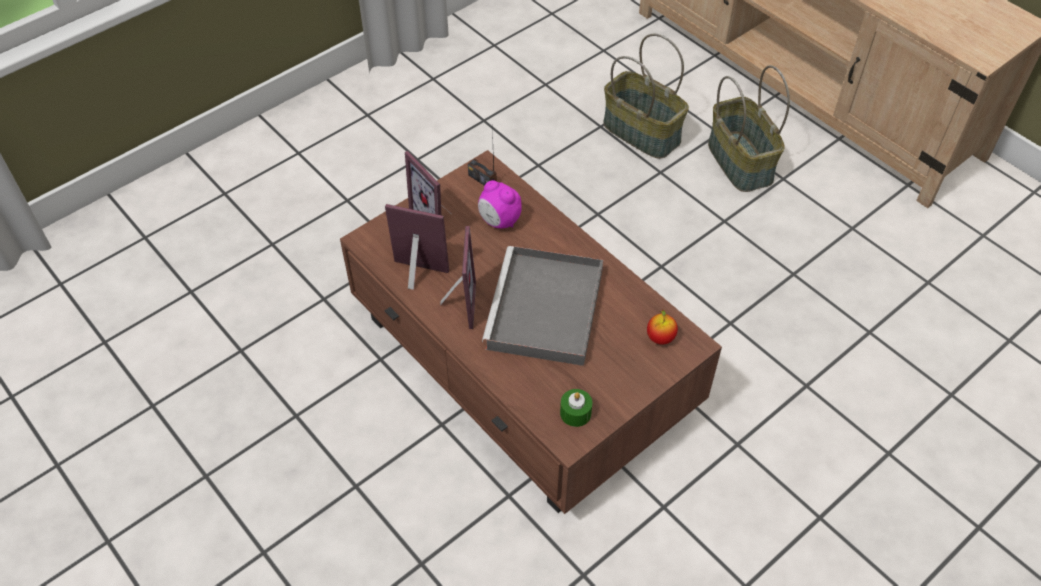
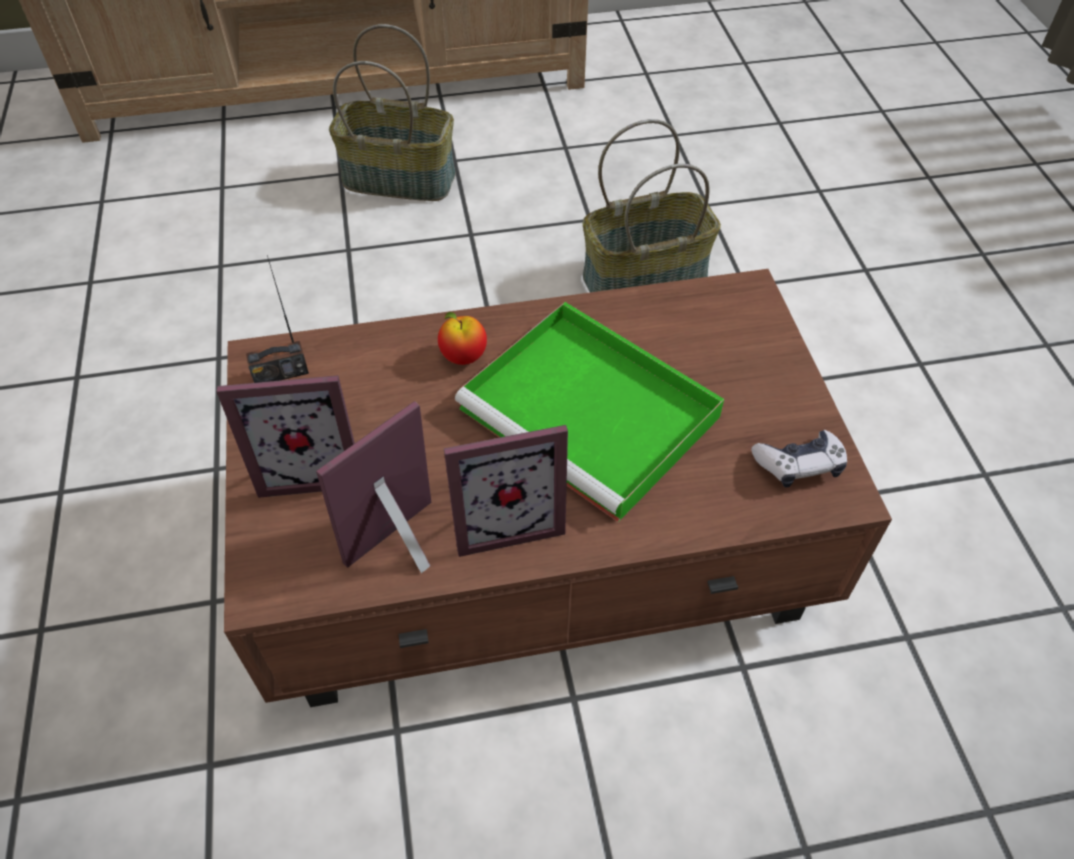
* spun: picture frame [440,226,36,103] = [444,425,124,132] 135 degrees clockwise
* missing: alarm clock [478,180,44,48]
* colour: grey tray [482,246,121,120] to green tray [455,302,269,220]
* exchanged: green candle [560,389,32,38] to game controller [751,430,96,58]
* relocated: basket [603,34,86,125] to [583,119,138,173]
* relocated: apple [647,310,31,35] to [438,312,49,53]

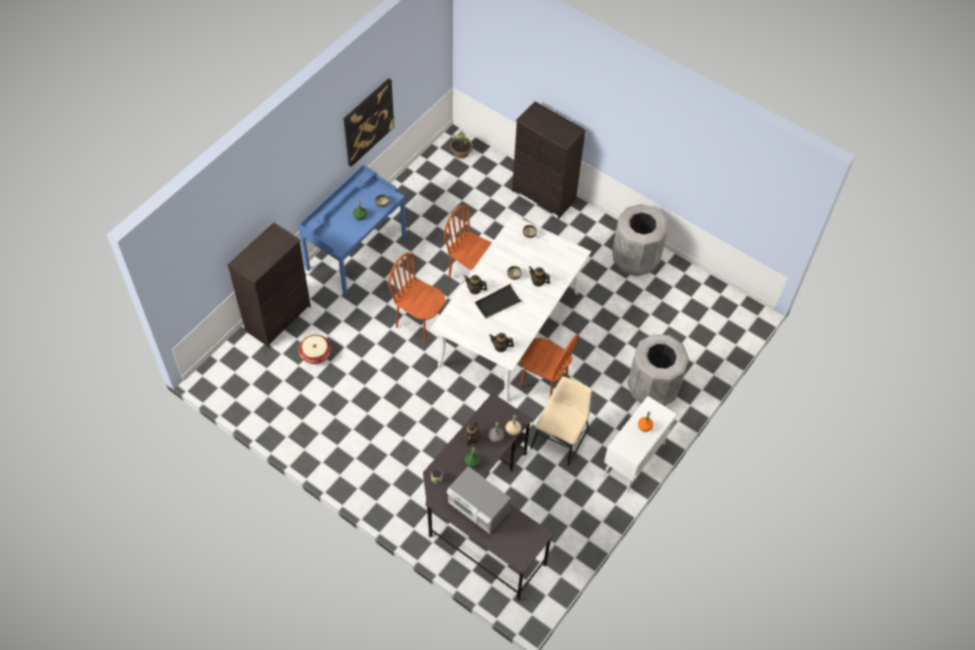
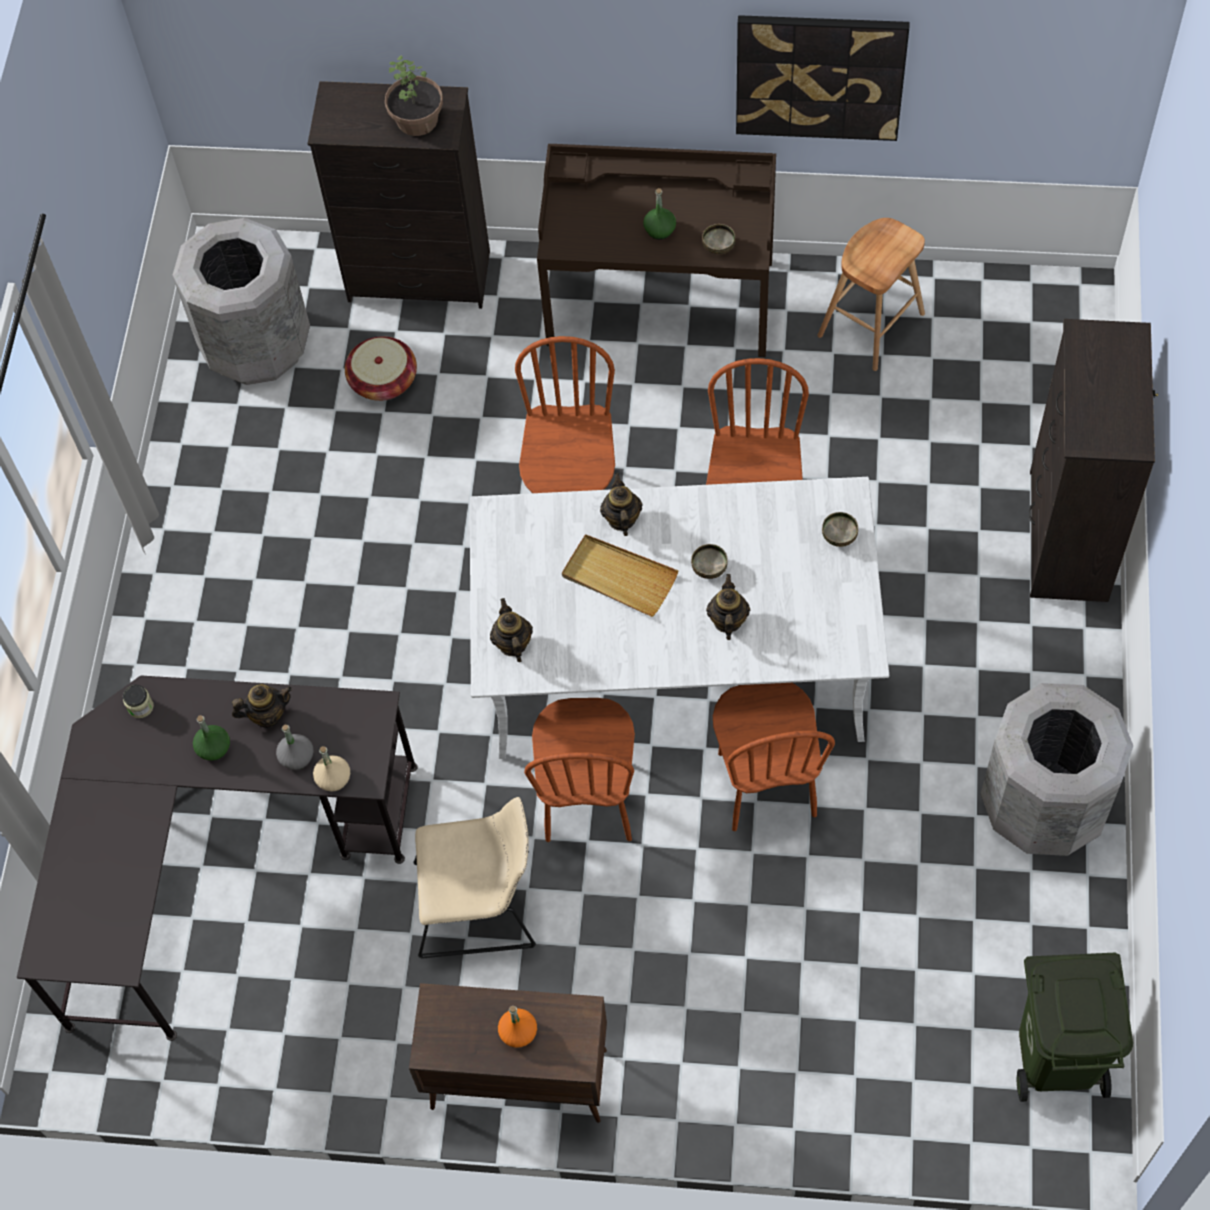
* colour: blue desk [298,164,108,132] to brown desk [537,144,239,213]
* missing: microwave [446,466,65,68]
* relocated: potted plant [450,130,22,29] to [385,55,58,81]
* colour: black tray [475,284,47,35] to beige tray [562,534,116,83]
* colour: white cabinet [603,396,74,97] to brown cabinet [409,983,198,140]
* relocated: grey trash can [627,334,62,72] to [173,218,137,167]
* appeared: brown chair [713,683,122,148]
* appeared: brown stool [817,218,108,153]
* appeared: green trash can [1017,952,116,150]

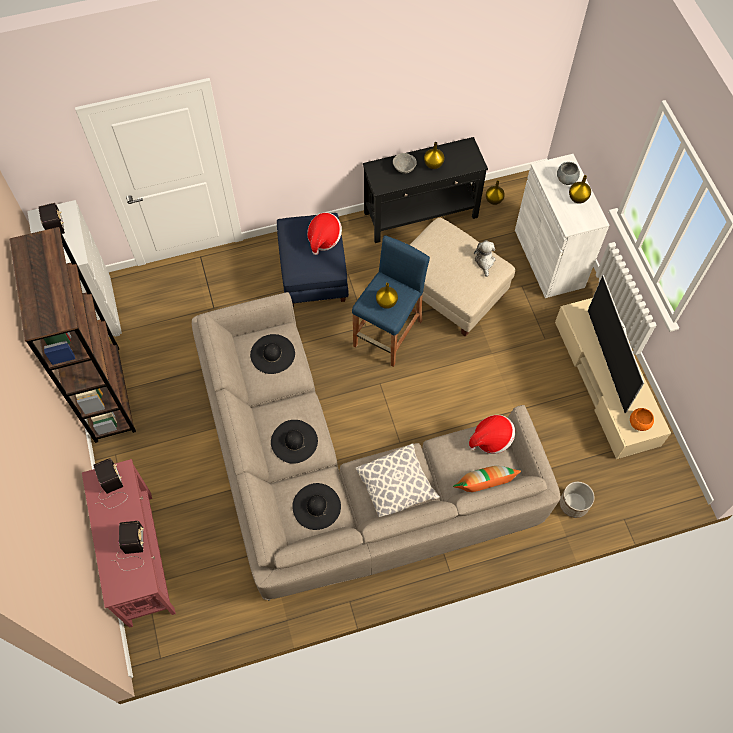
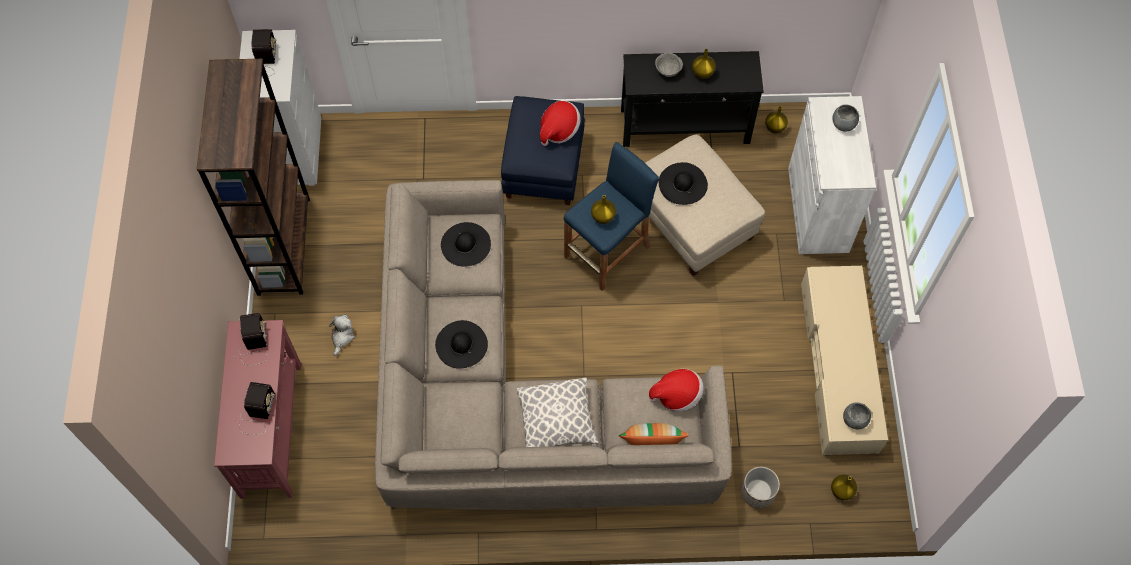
* relocated: black hat [292,483,49,47] to [659,162,49,43]
* relocated: plush toy [474,240,22,37] to [329,314,26,42]
* relocated: yellow vase [569,175,22,29] to [831,475,26,25]
* missing: television [588,275,56,138]
* colour: orange bowl [630,408,24,23] to grey bowl [843,402,28,27]

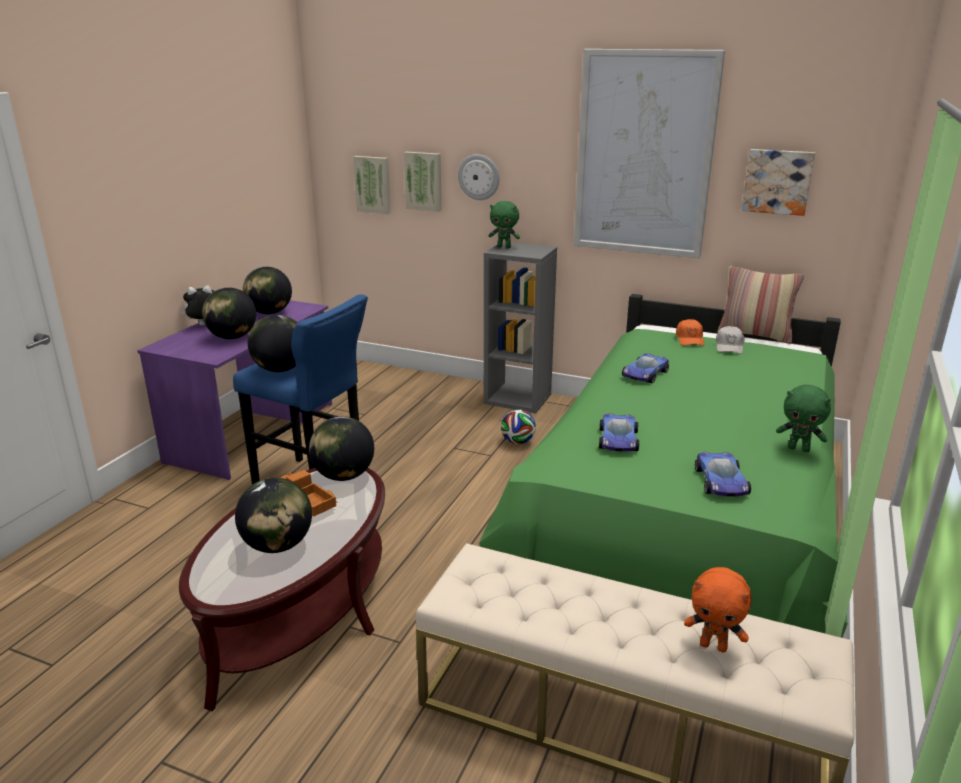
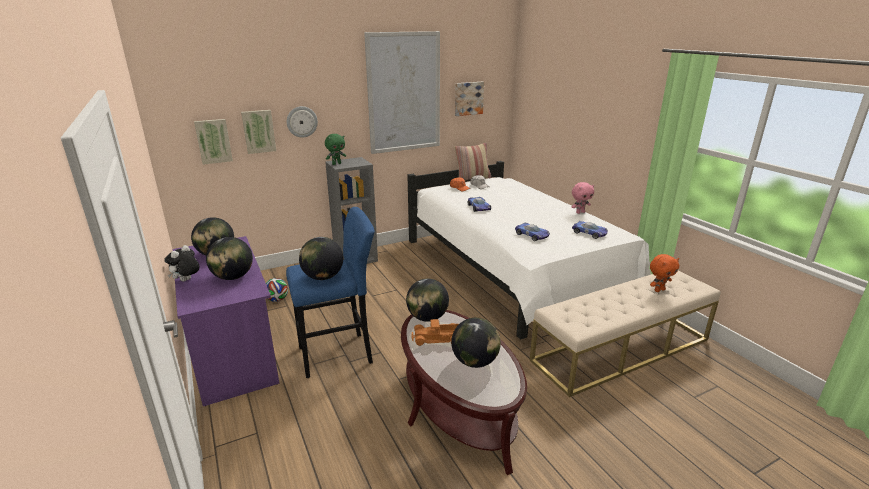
* colour: green bed [479,294,369,344] to white bed [407,161,244,179]
* relocated: football [501,410,35,34] to [266,278,22,24]
* colour: green plush toy [776,385,55,67] to pink plush toy [572,182,22,32]

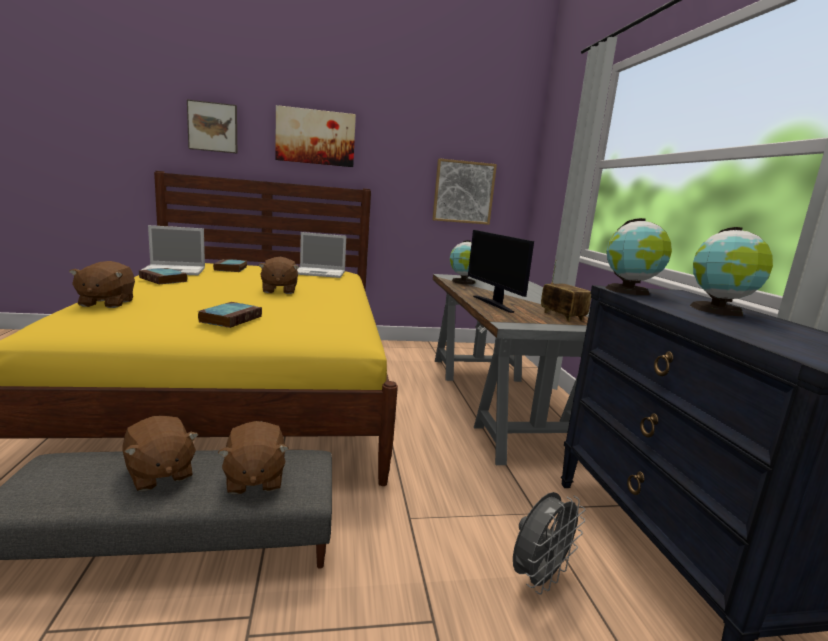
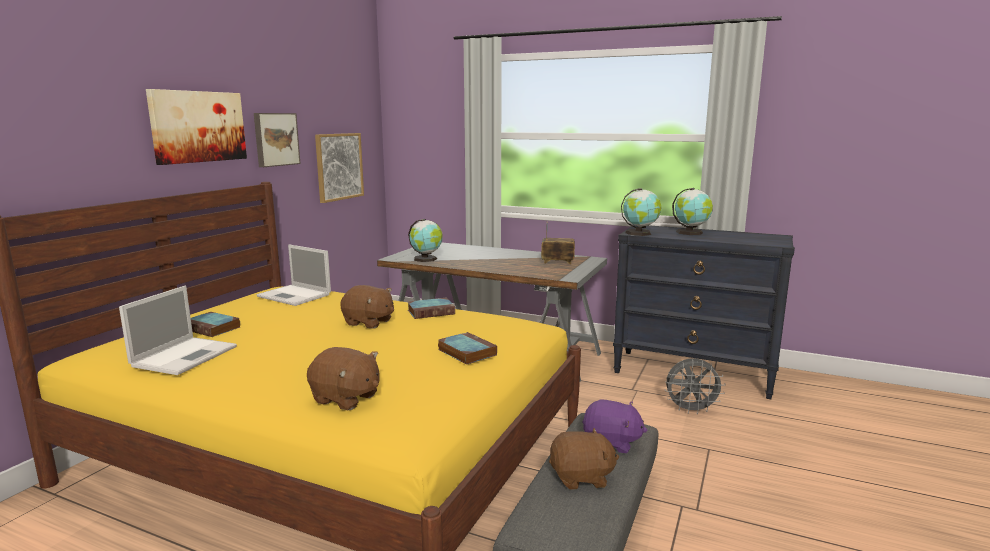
* relocated: book [139,268,48,16] to [408,298,47,21]
* relocated: picture [187,99,50,55] to [254,113,47,54]
* colour: brown plush toy [218,421,71,74] to purple plush toy [582,399,65,54]
* spun: laptop [297,232,49,46] = [257,244,74,62] 90 degrees clockwise
* missing: monitor [468,230,66,83]
* spun: grey fan [513,492,73,103] = [664,358,62,56] 105 degrees clockwise

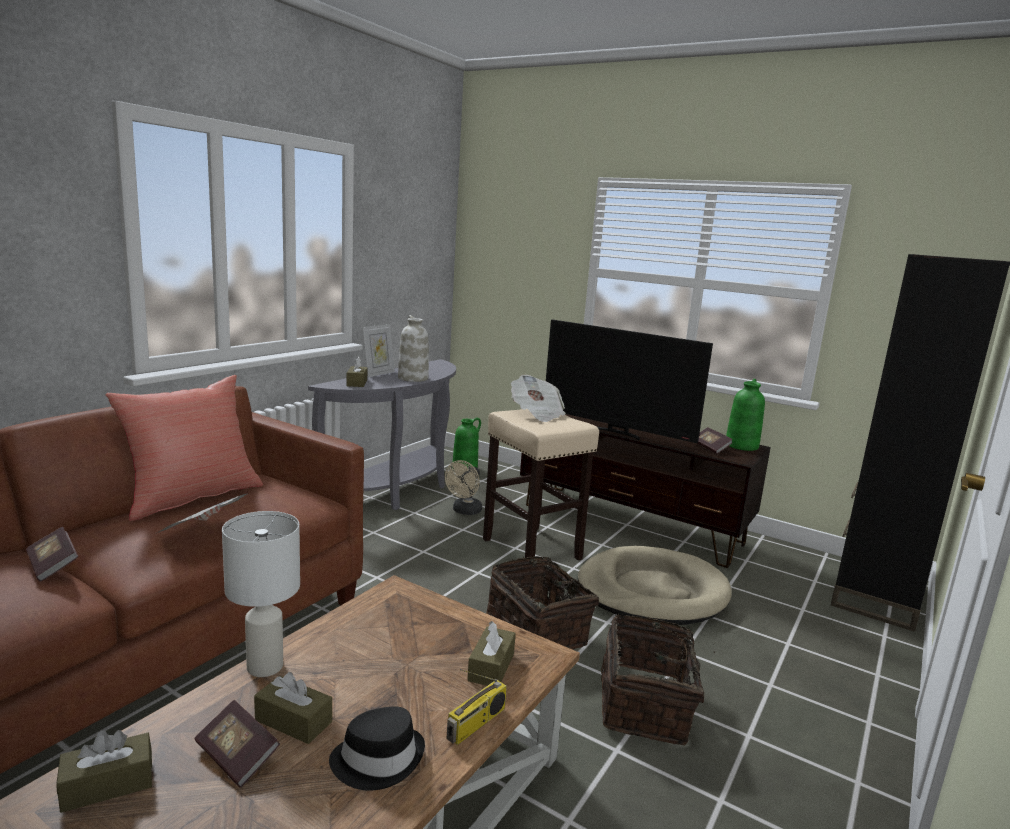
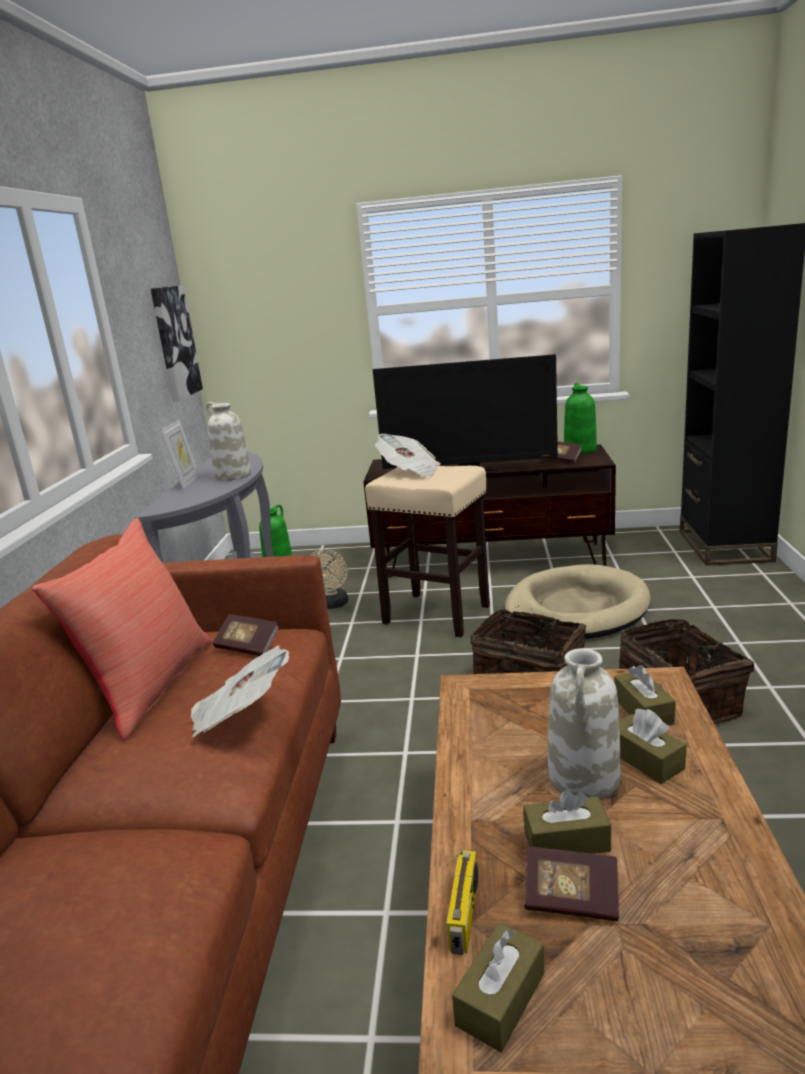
* relocated: book [26,527,53,55] to [213,614,66,42]
* missing: white table lamp [222,511,78,166]
* missing: black hat [329,707,96,84]
* relocated: brown tissue box [346,357,22,30] to [619,709,68,75]
* relocated: radio [447,669,60,76] to [447,850,31,105]
* appeared: picture [151,285,52,117]
* appeared: white vase [548,648,72,151]

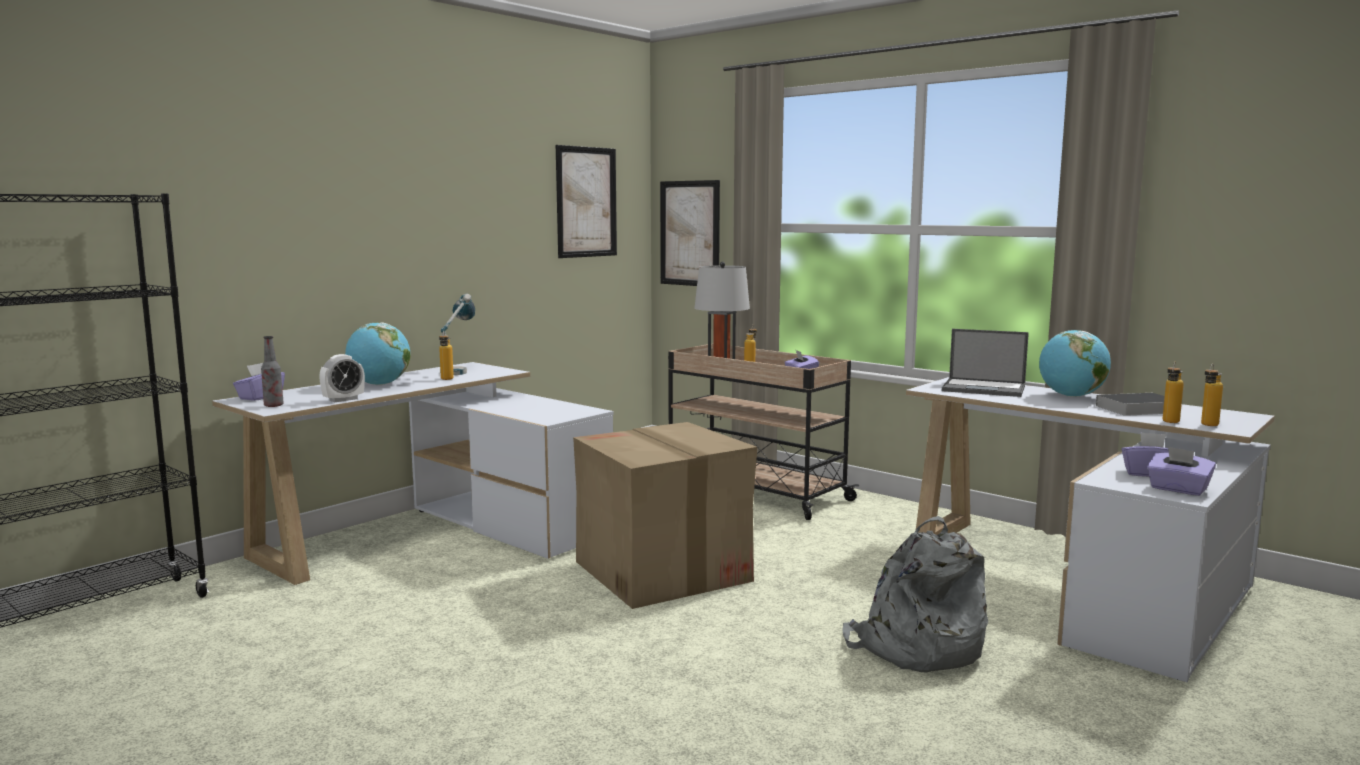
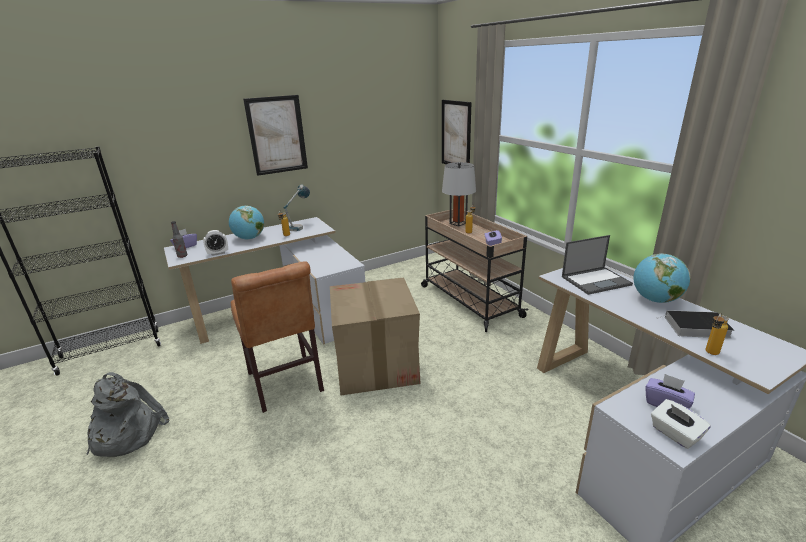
* relocated: picture [556,145,61,113] to [243,95,65,81]
* relocated: grey backpack [843,516,145,156] to [86,372,83,85]
* spun: laptop [942,329,87,68] = [562,235,71,60] 60 degrees counterclockwise
* colour: purple tissue box [1147,447,69,49] to white tissue box [651,399,60,50]
* missing: bottle [1201,363,22,63]
* appeared: brown chair [231,261,93,152]

